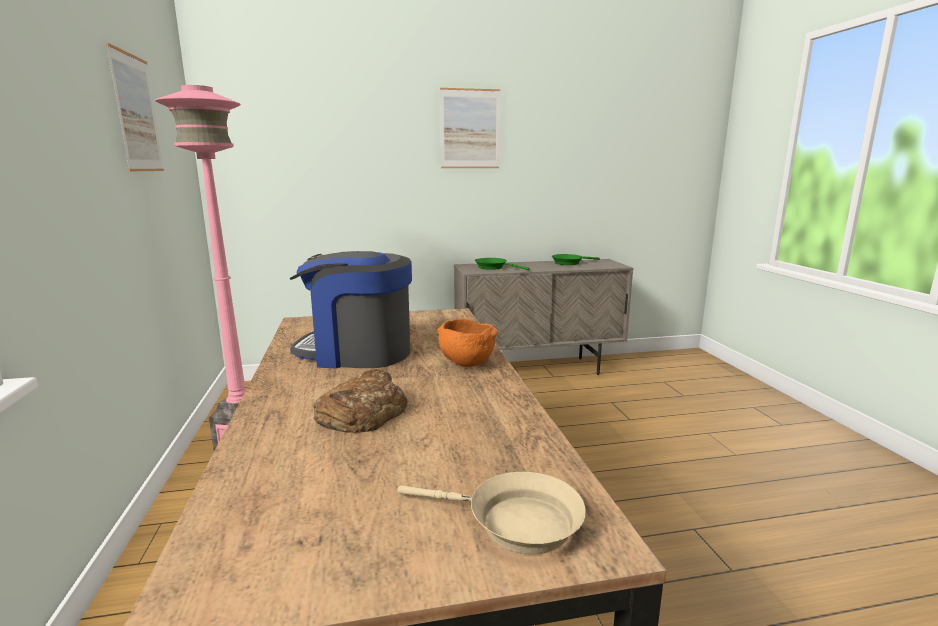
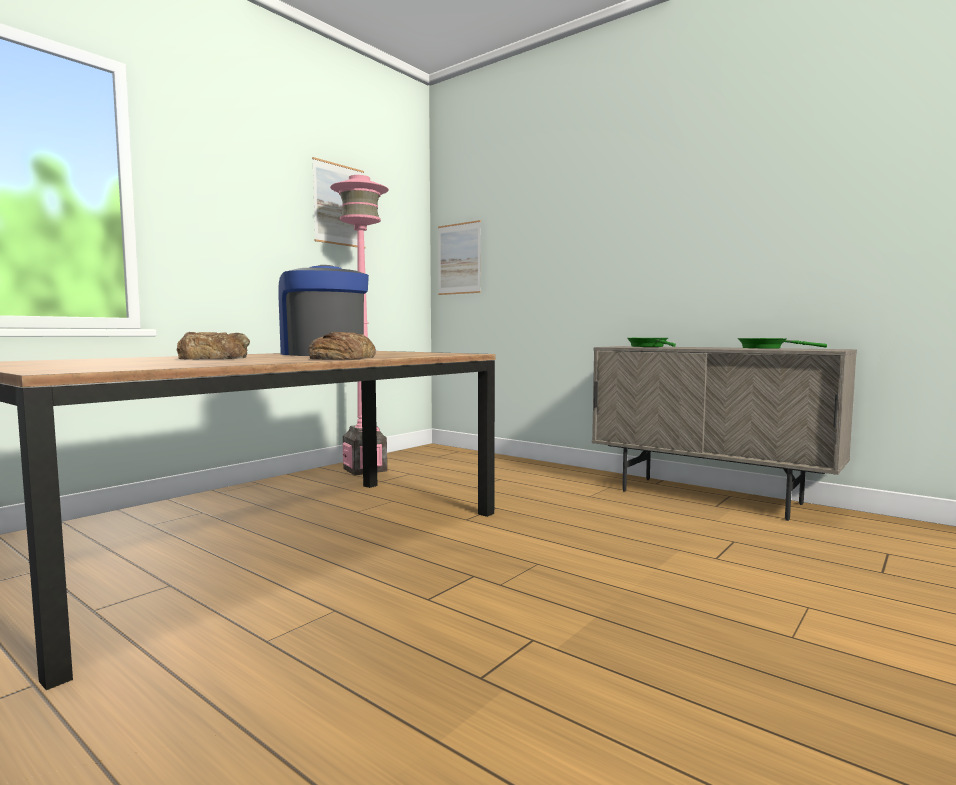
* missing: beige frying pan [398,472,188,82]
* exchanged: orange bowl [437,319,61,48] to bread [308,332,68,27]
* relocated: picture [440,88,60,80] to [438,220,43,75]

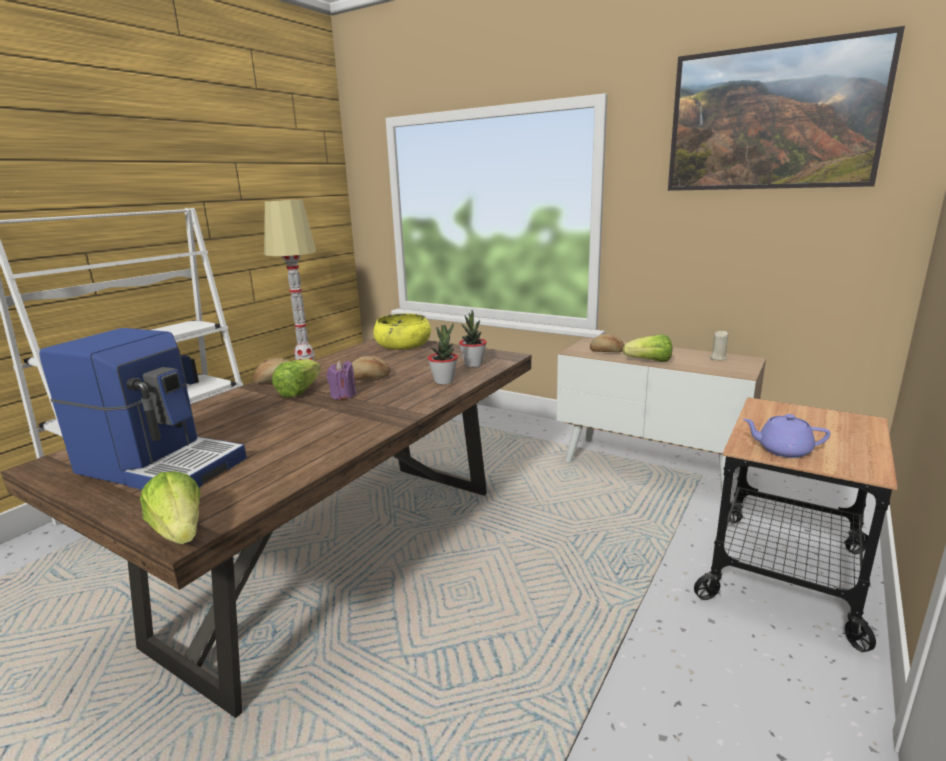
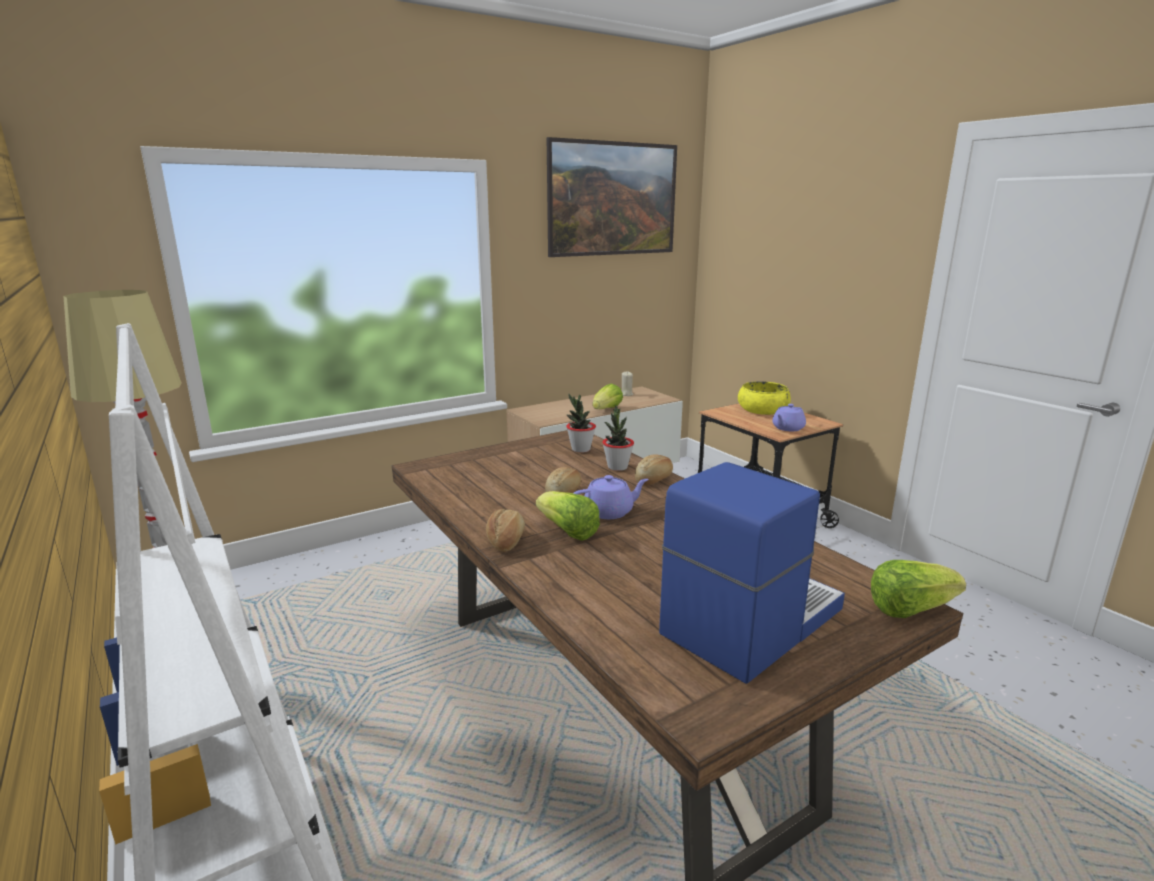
* exchanged: purple candle [327,360,29,40] to purple teapot [574,475,75,44]
* relocated: yellow bowl [373,313,58,37] to [738,381,53,34]
* relocated: bread [590,334,34,18] to [635,454,38,31]

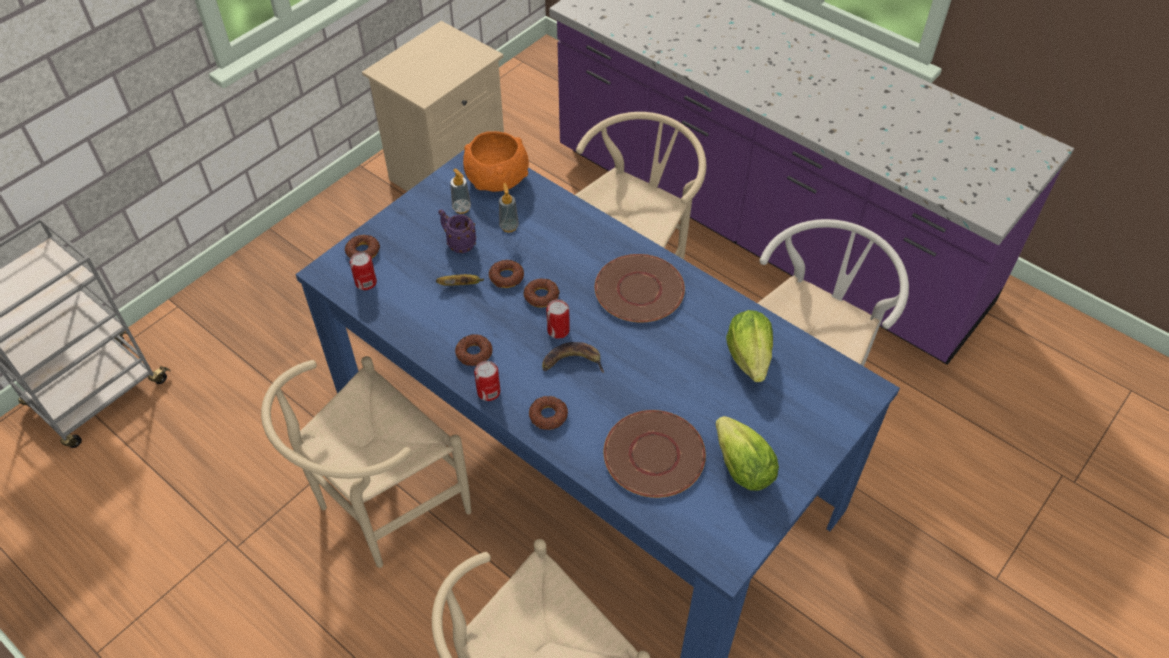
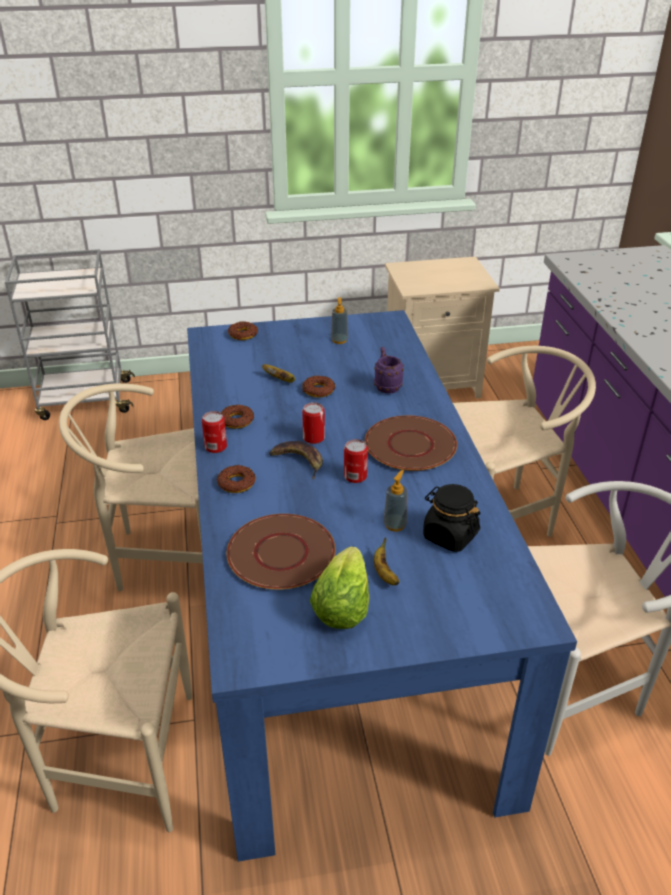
* relocated: can [350,252,27,38] to [344,439,24,44]
* relocated: purple mug [438,209,38,44] to [374,347,30,47]
* missing: orange bowl [463,131,66,61]
* relocated: soap dispenser [499,183,20,49] to [383,470,24,61]
* missing: donut [523,278,37,30]
* exchanged: lettuce [726,310,47,72] to black jar [423,484,58,68]
* appeared: banana [374,537,26,48]

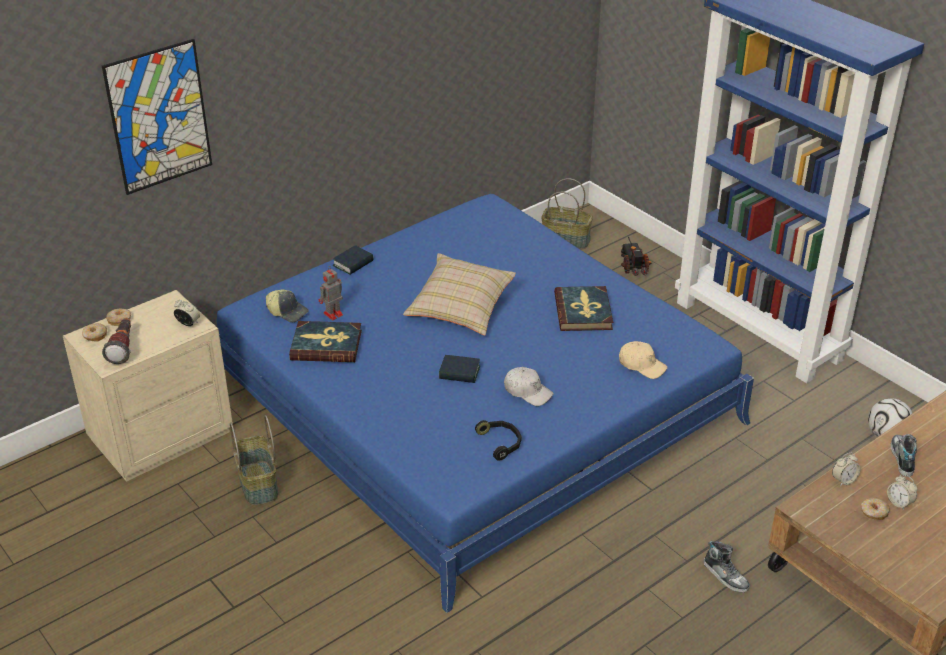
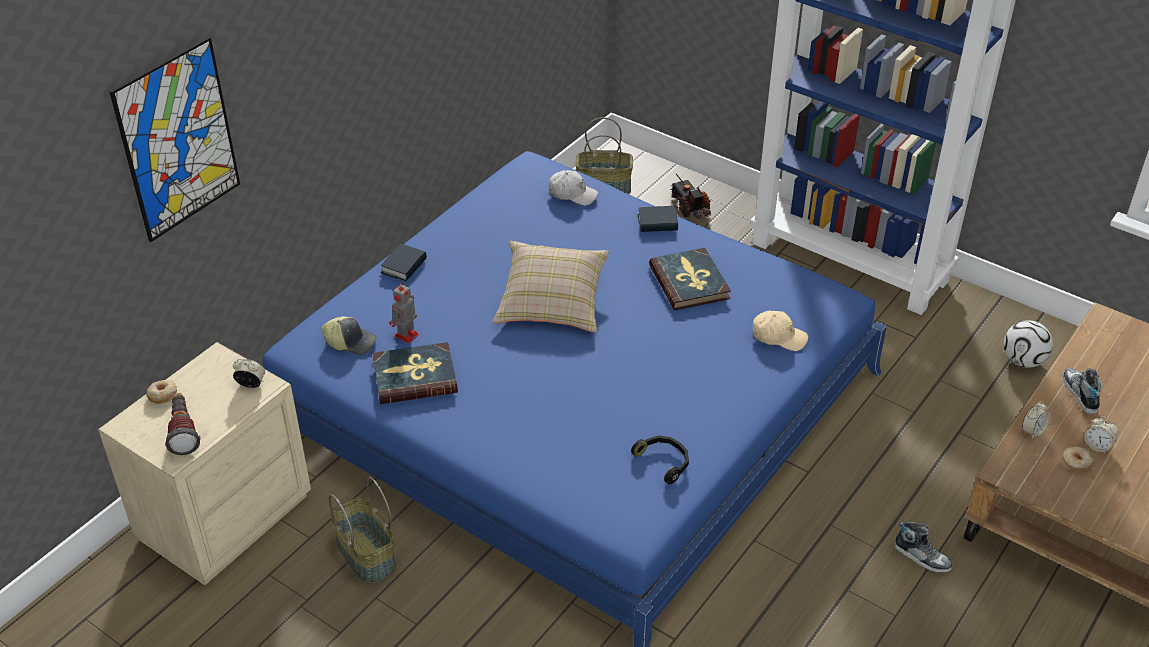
* missing: donut [82,323,25,18]
* relocated: book [439,355,41,28] to [638,206,40,26]
* relocated: white cap [504,367,50,39] to [549,170,49,36]

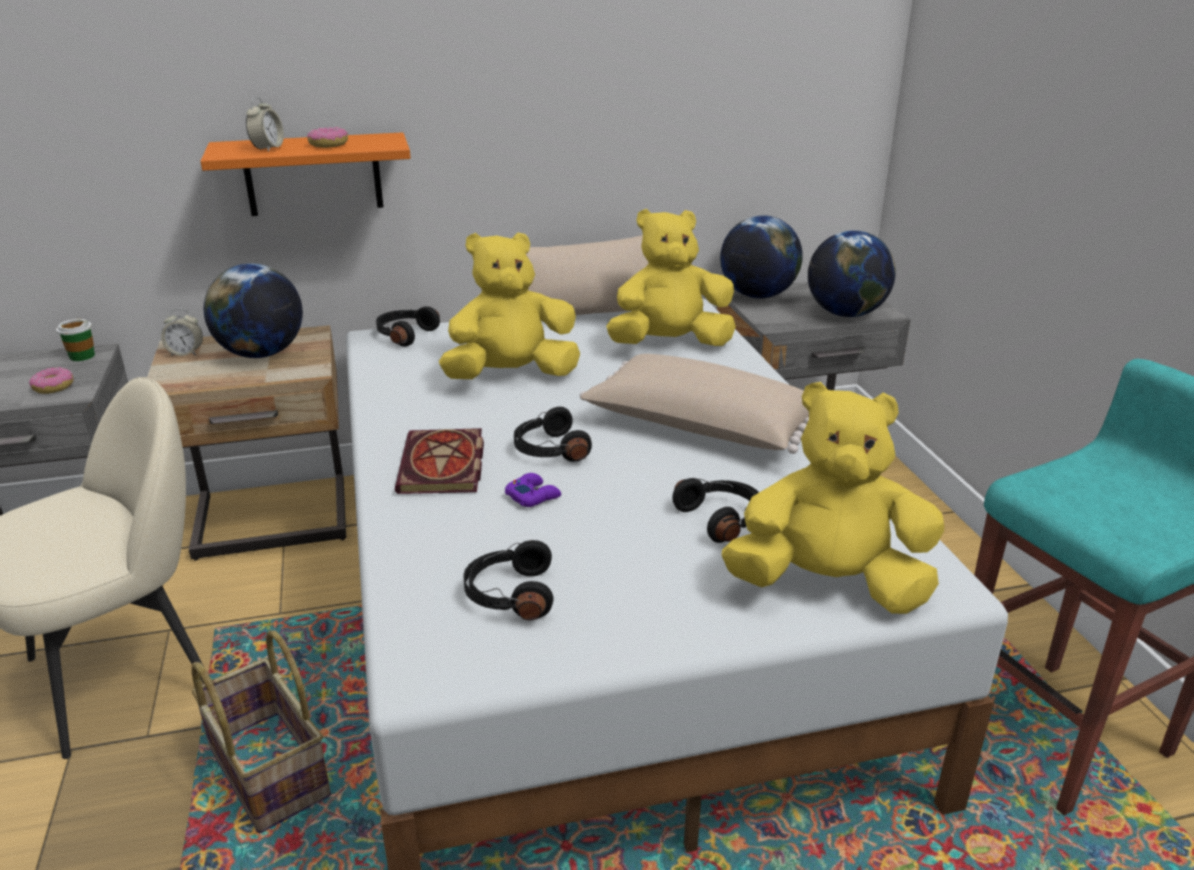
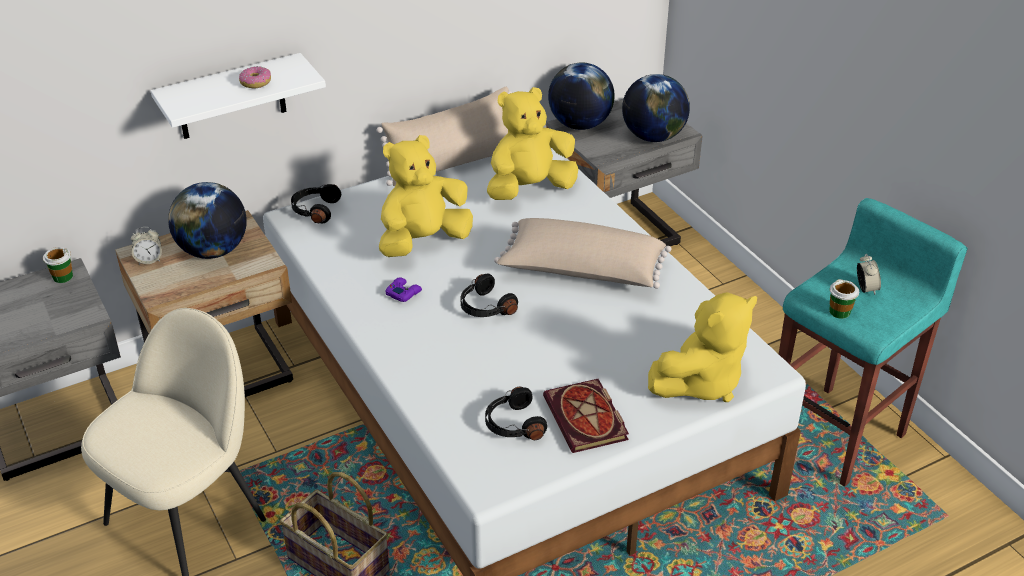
* missing: donut [29,367,45,27]
* colour: orange shelf [200,132,211,84] to white shelf [151,53,175,86]
* relocated: alarm clock [246,97,38,55] to [857,254,24,41]
* relocated: book [395,428,89,66] to [543,379,86,74]
* relocated: purple game controller [505,473,56,34] to [385,277,37,25]
* missing: black headphones [672,478,87,65]
* spun: yellow plush toy [722,382,222,232] = [648,292,109,110] 150 degrees clockwise
* appeared: cup [829,279,30,40]

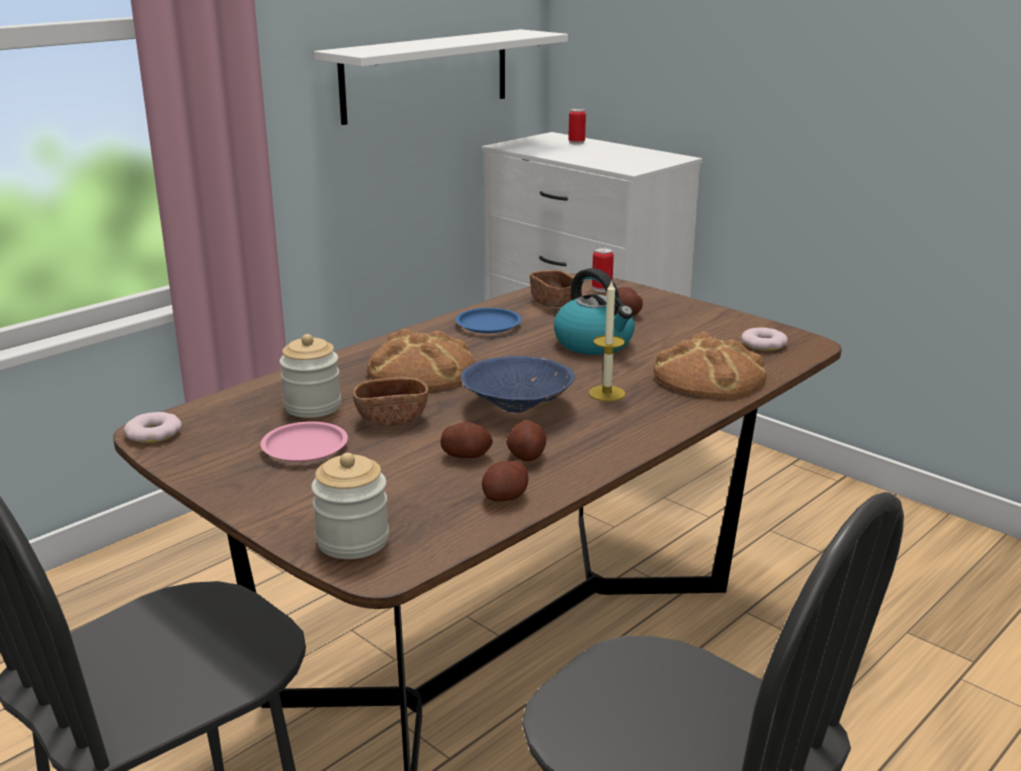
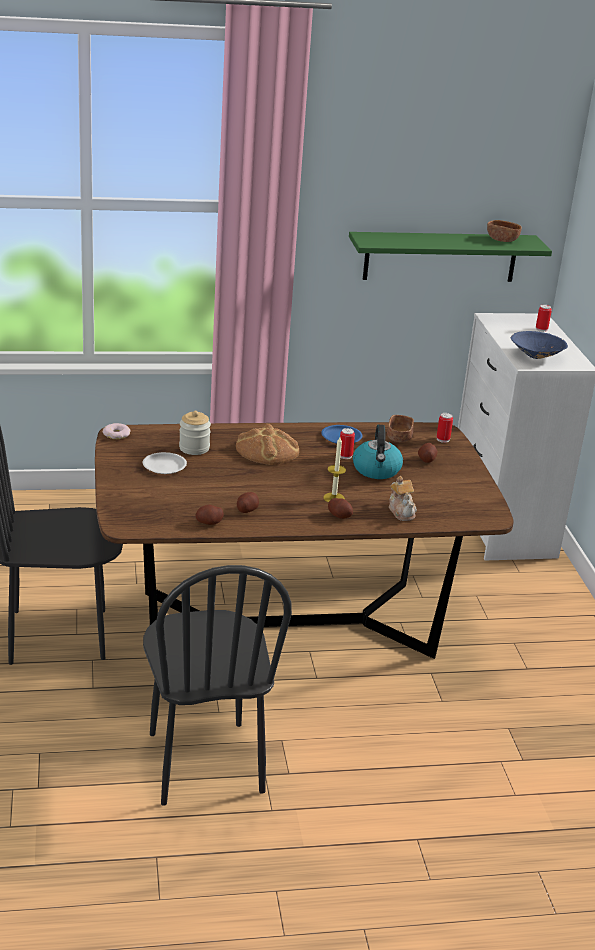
* colour: pink plate [261,422,87,40] to white plate [143,452,44,22]
* missing: jar [311,453,78,106]
* colour: white shelf [314,29,254,96] to green shelf [349,232,203,50]
* relocated: brown bowl [353,377,75,49] to [487,220,35,22]
* relocated: potato [440,422,53,36] to [328,498,25,21]
* relocated: blue bowl [461,356,114,57] to [511,331,57,28]
* exchanged: bread [654,331,113,68] to teapot [389,476,28,45]
* missing: donut [741,327,47,24]
* appeared: can [340,428,15,31]

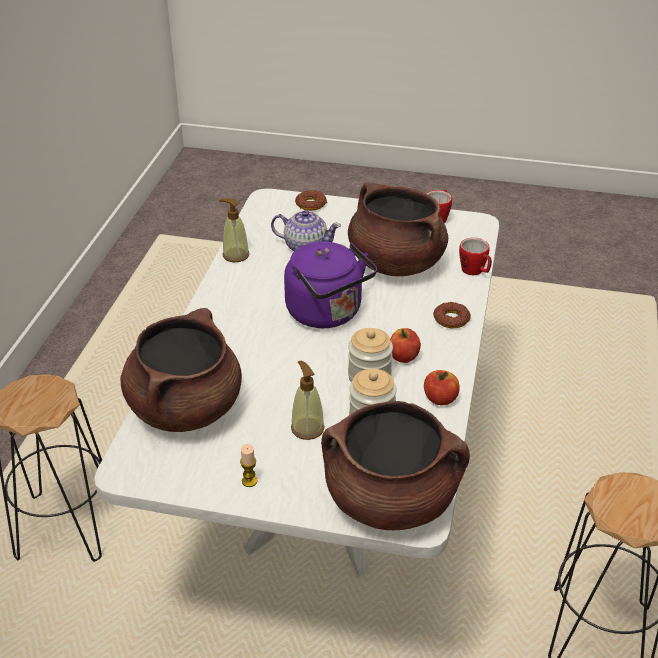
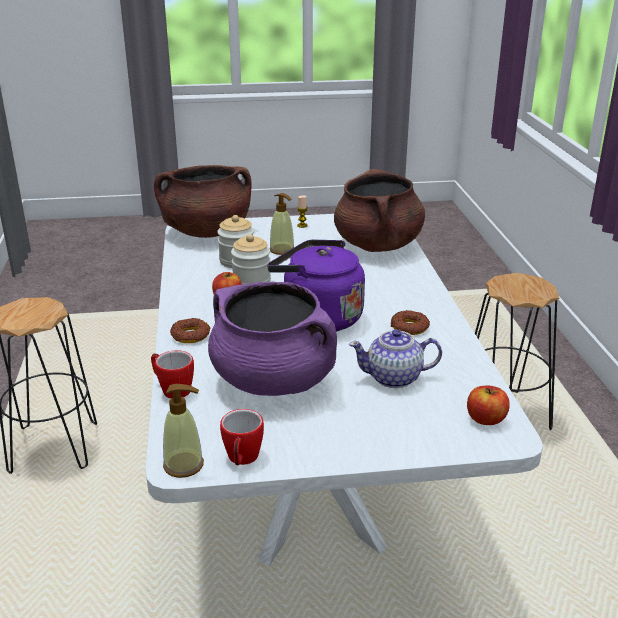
* relocated: soap dispenser [219,198,31,64] to [163,384,41,94]
* relocated: donut [295,190,32,21] to [390,310,40,25]
* colour: brown cooking pot [348,182,100,94] to purple cooking pot [208,282,129,114]
* relocated: apple [424,370,36,35] to [467,385,43,40]

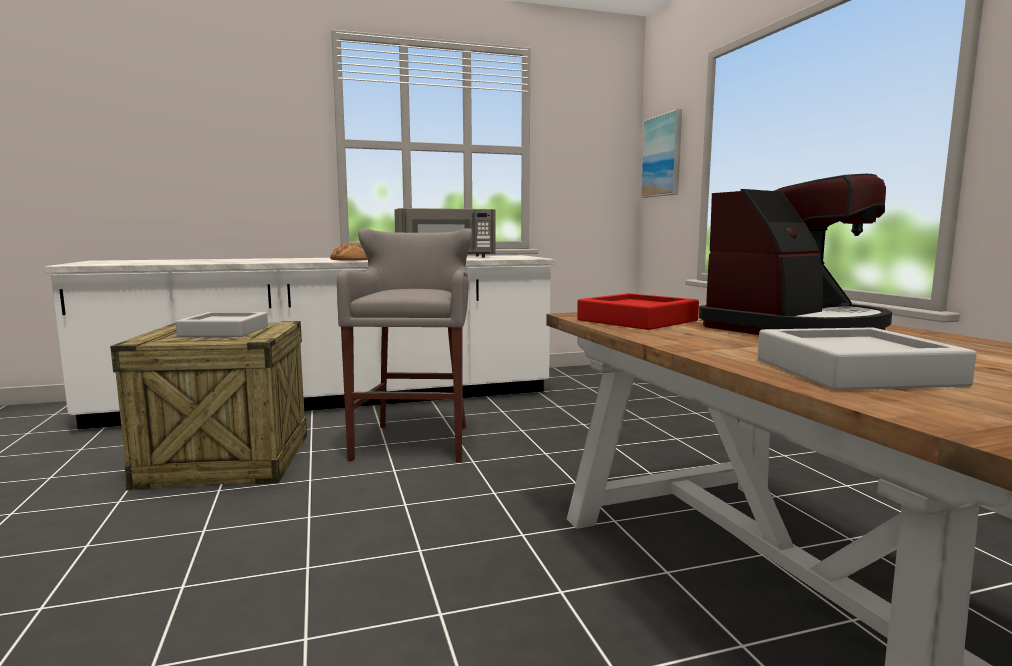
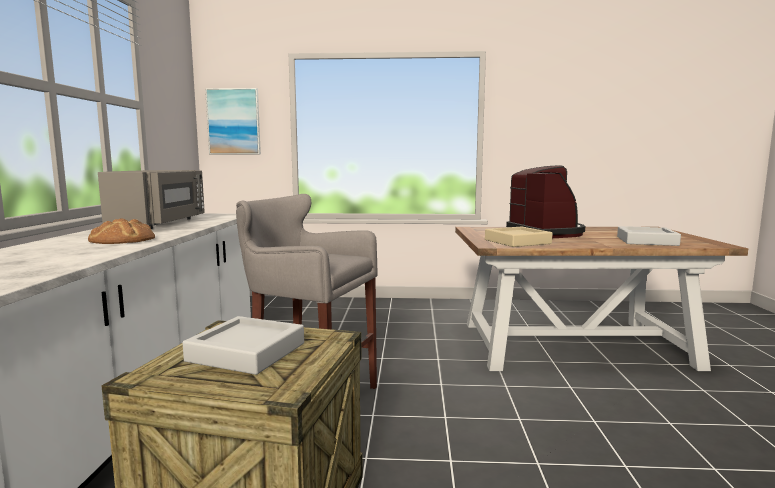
* colour: red tray [577,293,122,37] to beige tray [485,227,67,20]

